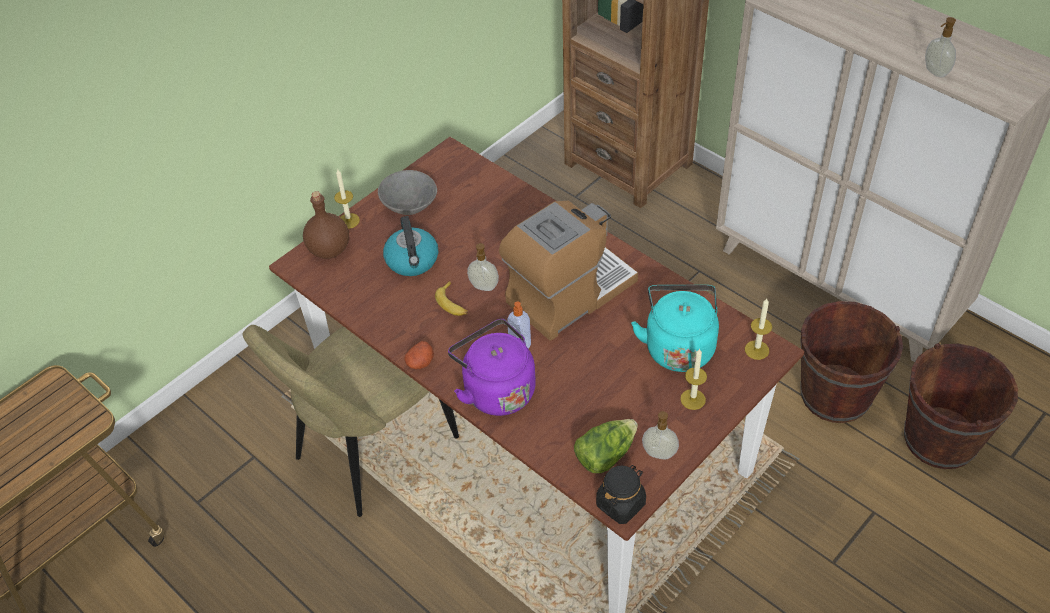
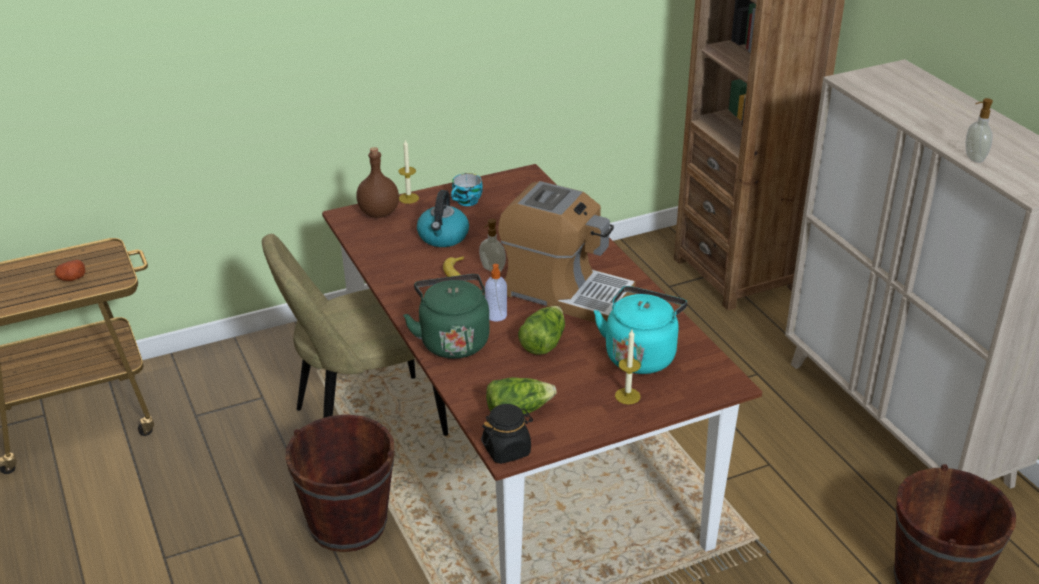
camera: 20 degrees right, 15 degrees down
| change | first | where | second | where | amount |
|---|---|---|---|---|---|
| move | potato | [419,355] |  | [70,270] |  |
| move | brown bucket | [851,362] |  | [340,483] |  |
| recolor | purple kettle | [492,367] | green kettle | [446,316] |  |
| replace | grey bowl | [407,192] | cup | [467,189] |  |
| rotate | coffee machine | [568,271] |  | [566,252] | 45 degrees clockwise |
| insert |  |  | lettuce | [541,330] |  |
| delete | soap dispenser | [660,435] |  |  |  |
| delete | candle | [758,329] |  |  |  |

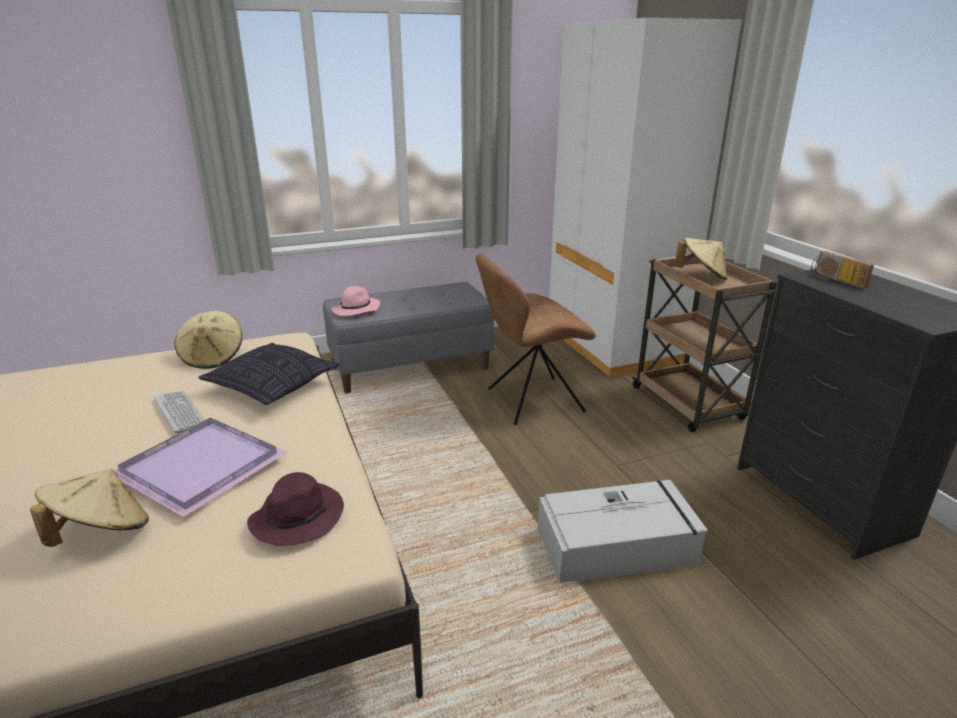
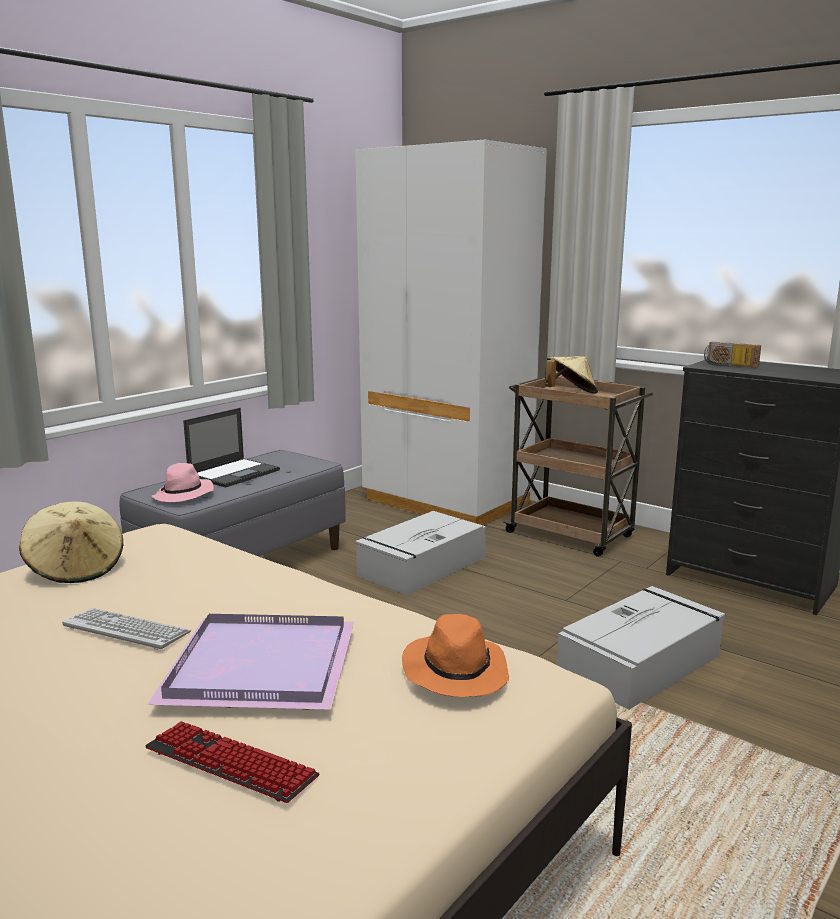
camera: 30 degrees left, 10 degrees down
| change | first | where | second | where | amount |
|---|---|---|---|---|---|
| replace | beige hat | [89,508] | keyboard | [232,762] |  |
| insert |  |  | laptop | [231,448] |  |
| replace | brown chair | [535,339] | grey storage box | [420,553] |  |
| recolor | purple hat | [295,509] | orange hat | [455,655] |  |
| delete | pillow | [269,374] |  |  |  |

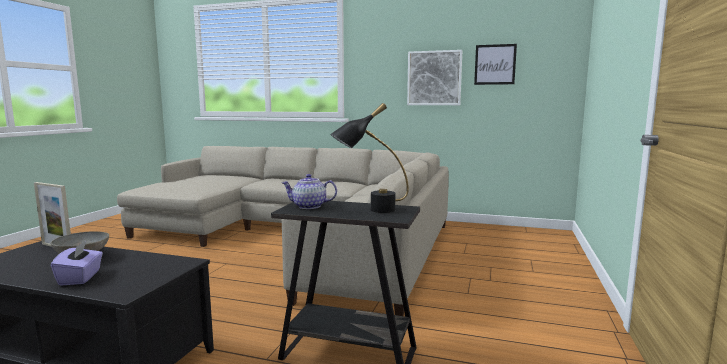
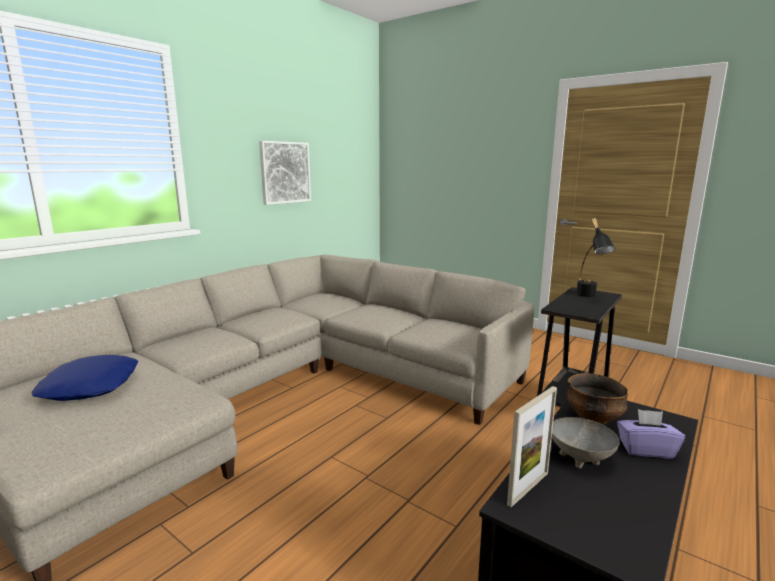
camera: 70 degrees left, 5 degrees up
| change | first | where | second | where | amount |
|---|---|---|---|---|---|
| insert |  |  | blue pillow | [85,378] |  |
| insert |  |  | bowl | [597,399] |  |
| delete | teapot | [309,191] |  |  |  |
| delete | picture | [495,64] |  |  |  |

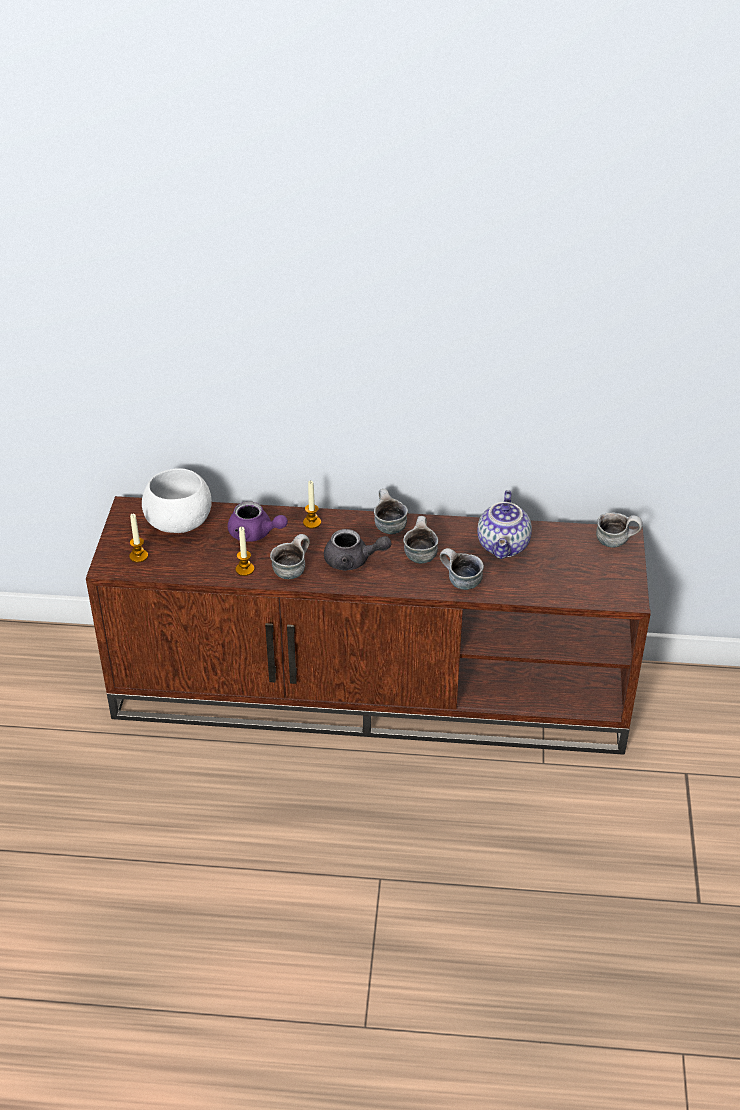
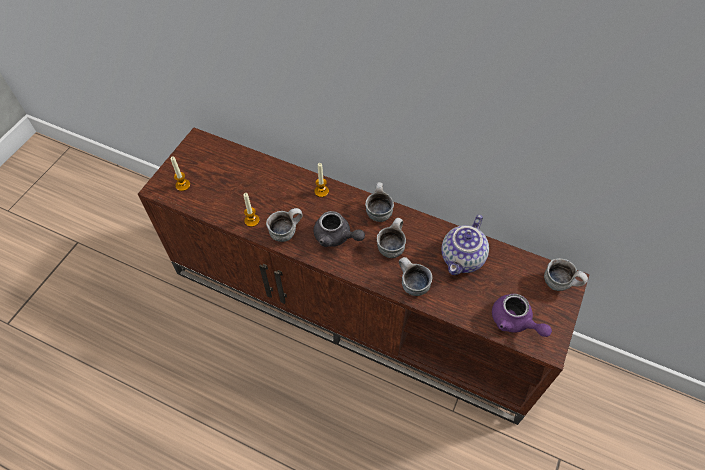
camera: 20 degrees right, 15 degrees up
| change | first | where | second | where | amount |
|---|---|---|---|---|---|
| move | purple teapot | [258,521] |  | [522,315] |  |
| delete | white bowl | [177,500] |  |  |  |

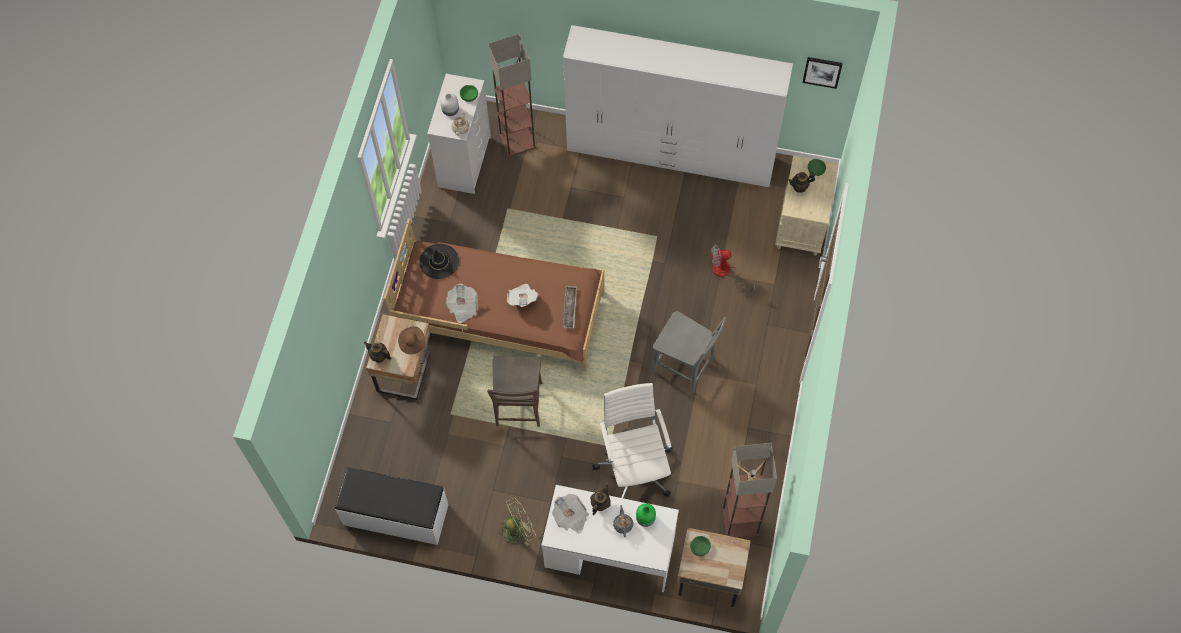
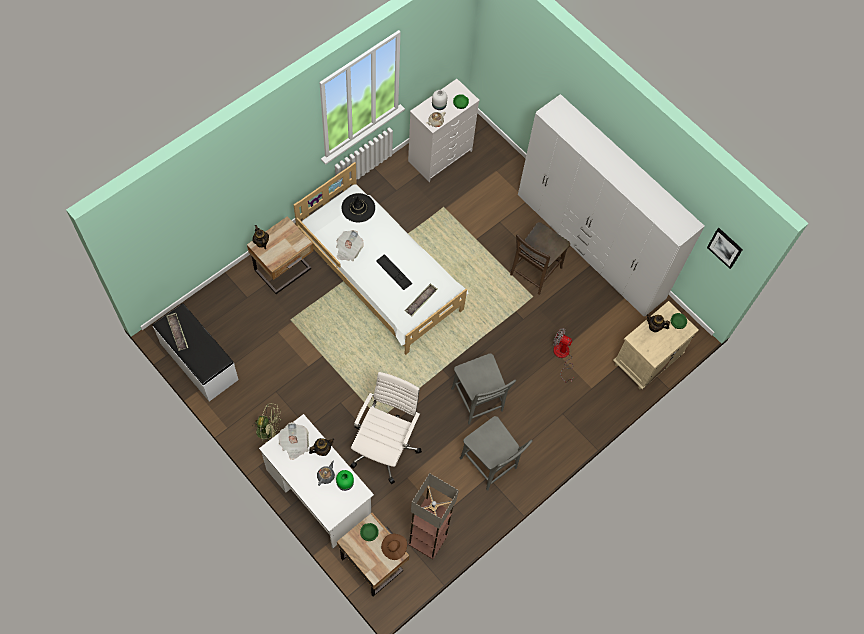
camera: 30 degrees right, 0 degrees up
| change | first | where | second | where | amount |
|---|---|---|---|---|---|
| insert |  |  | tray | [177,332] |  |
| recolor | brown bed | [493,294] | white bed | [381,258] |  |
| replace | newspaper | [522,295] | keyboard | [394,272] |  |
| move | brown hat | [411,340] |  | [394,547] |  |
| insert |  |  | grey chair | [496,453] |  |
| move | brown chair | [514,391] |  | [540,258] |  |
| delete | floor lamp | [512,95] |  |  |  |

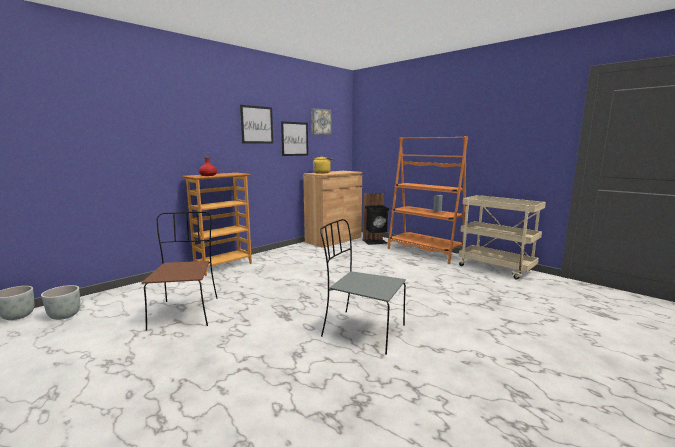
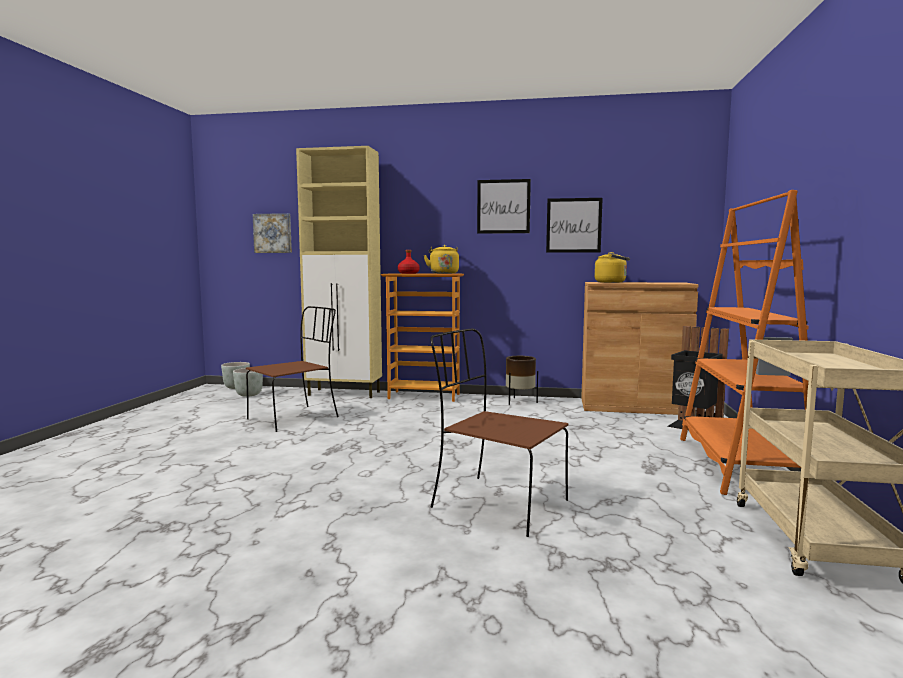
camera: 55 degrees right, 5 degrees down
| change | first | where | second | where | amount |
|---|---|---|---|---|---|
| move | picture | [321,121] |  | [272,233] |  |
| insert |  |  | beige cabinet | [339,272] |  |
| insert |  |  | yellow kettle | [441,259] |  |
| insert |  |  | brown chair | [499,432] |  |
| insert |  |  | brown planter | [522,380] |  |
| delete | grey chair | [363,287] |  |  |  |

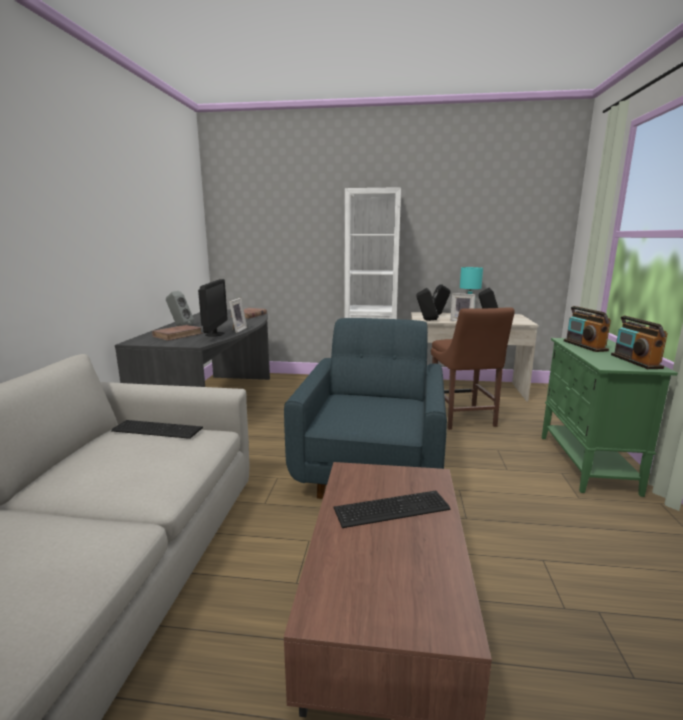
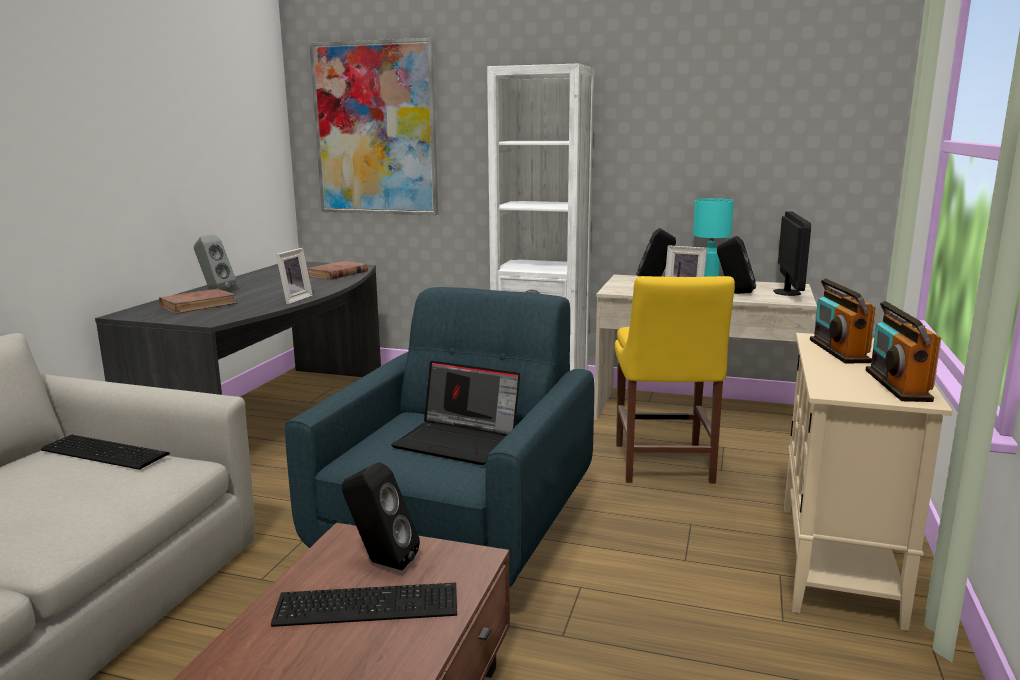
camera: 10 degrees right, 0 degrees up
| change | first | where | second | where | amount |
|---|---|---|---|---|---|
| insert |  |  | picture | [373,126] |  |
| move | black speaker | [427,304] |  | [381,516] |  |
| insert |  |  | laptop | [455,413] |  |
| recolor | brown chair | [473,368] | yellow chair | [675,379] |  |
| move | monitor | [212,308] |  | [792,253] |  |
| recolor | green cabinet | [610,417] | beige cabinet | [868,482] |  |

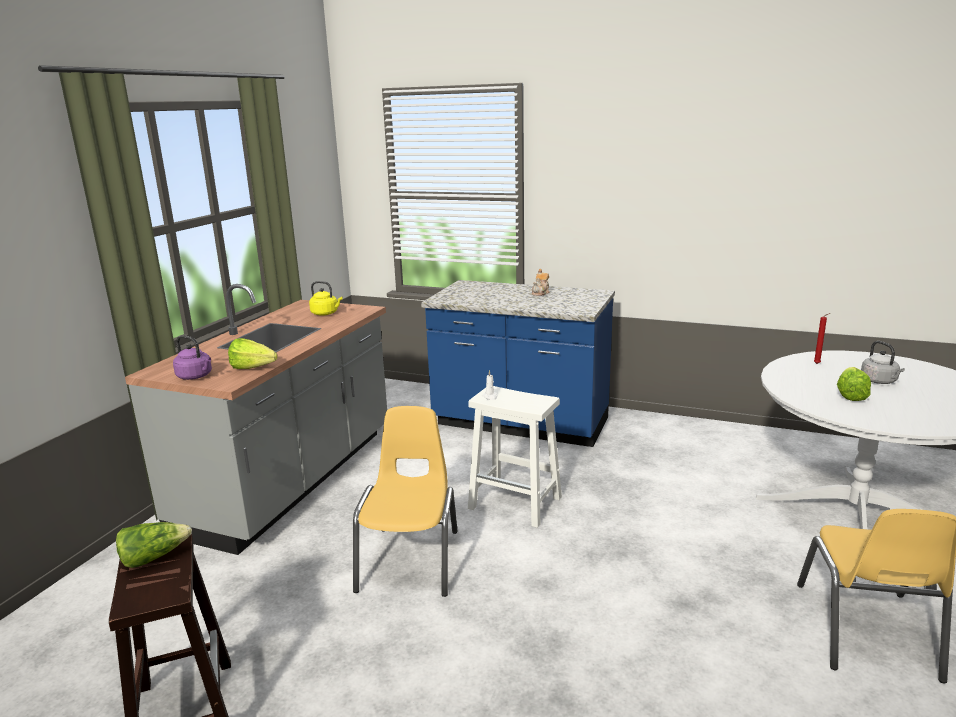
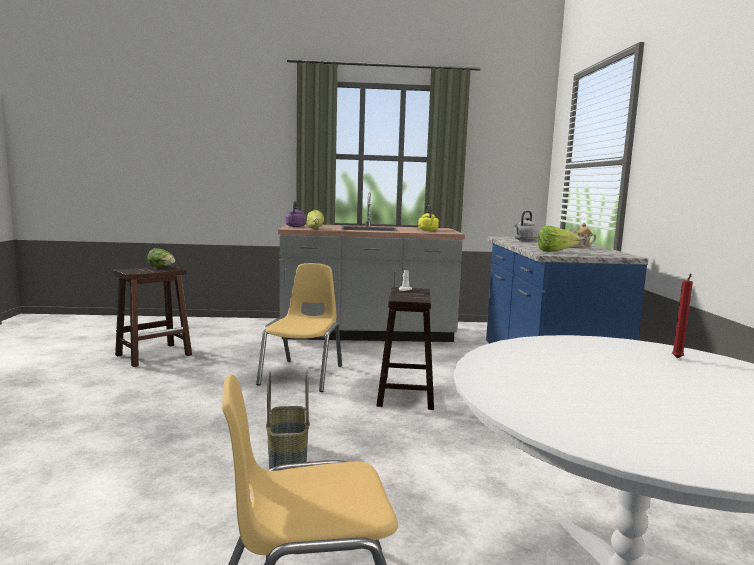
camera: 65 degrees right, 10 degrees down
| change | first | where | second | where | amount |
|---|---|---|---|---|---|
| rotate | yellow chair | [405,501] |  | [299,327] | 60 degrees counterclockwise |
| insert |  |  | basket | [287,419] |  |
| recolor | white stool | [515,457] | brown stool | [405,348] |  |
| move | grey kettle | [883,362] |  | [526,226] |  |
| move | lettuce | [854,384] |  | [559,239] |  |

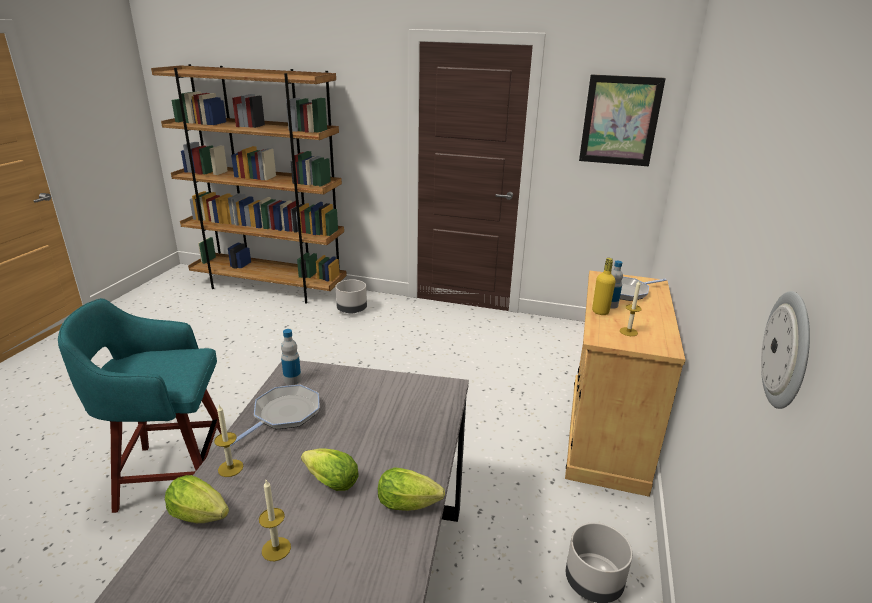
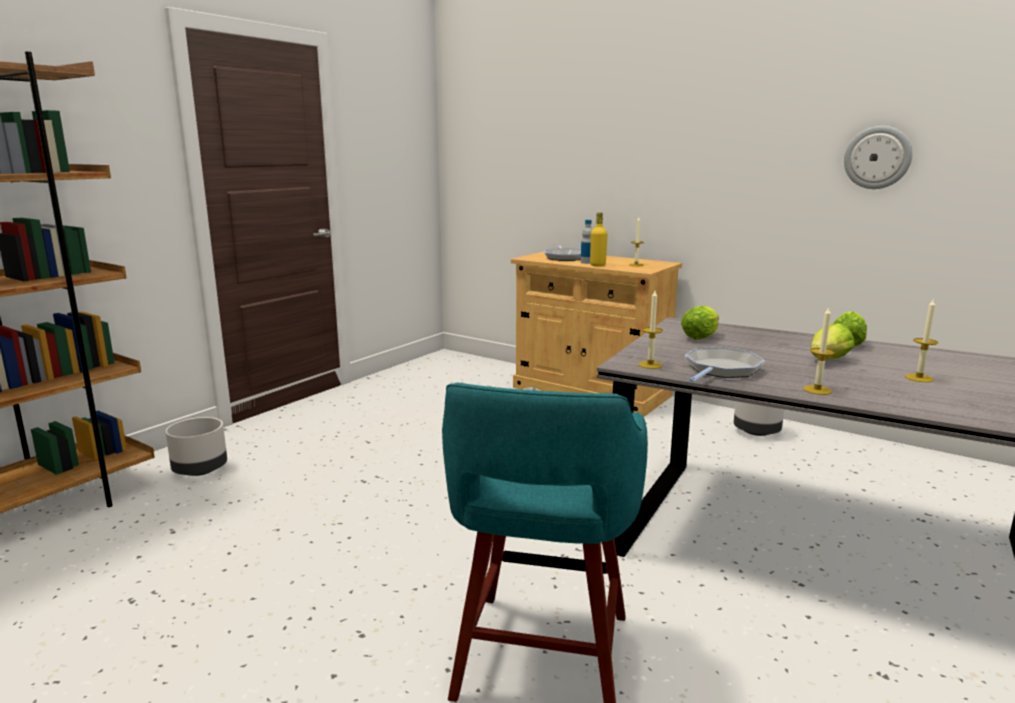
camera: 70 degrees left, 10 degrees down
| change | first | where | second | where | amount |
|---|---|---|---|---|---|
| replace | bottle | [291,357] | candle | [650,330] |  |
| move | lettuce | [197,499] |  | [700,323] |  |
| rotate | frying pan | [274,416] |  | [725,364] | 75 degrees clockwise |
| delete | picture | [622,120] |  |  |  |

